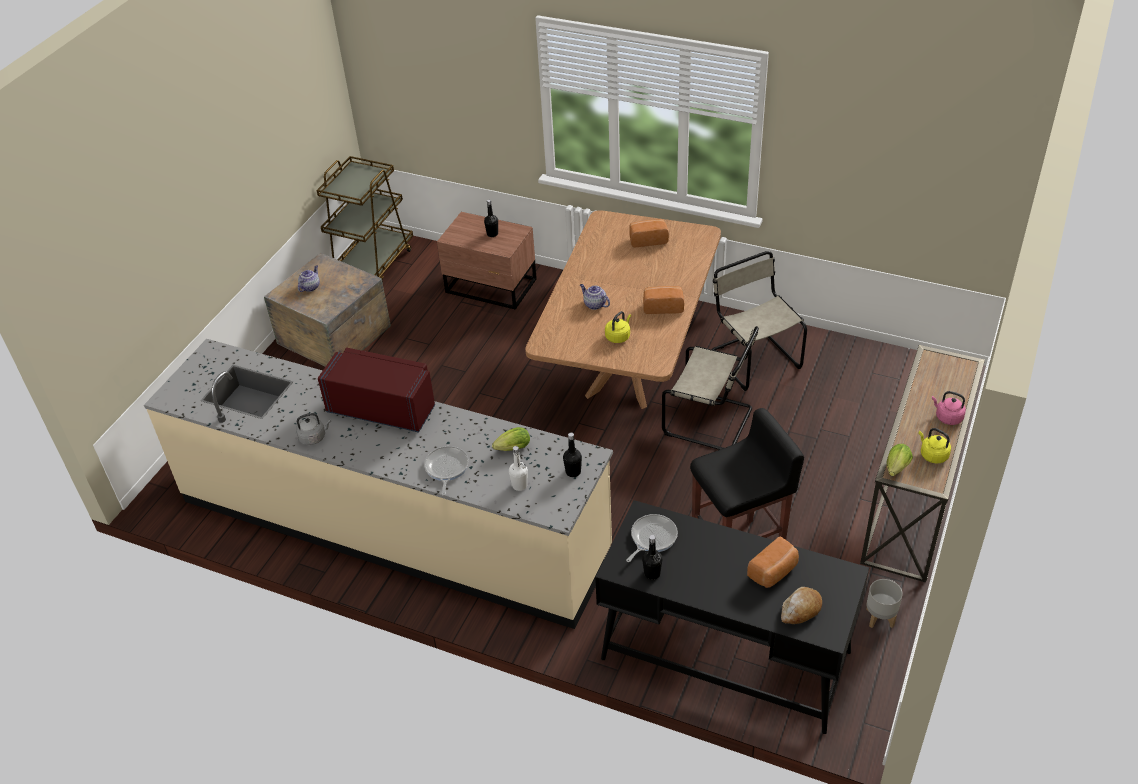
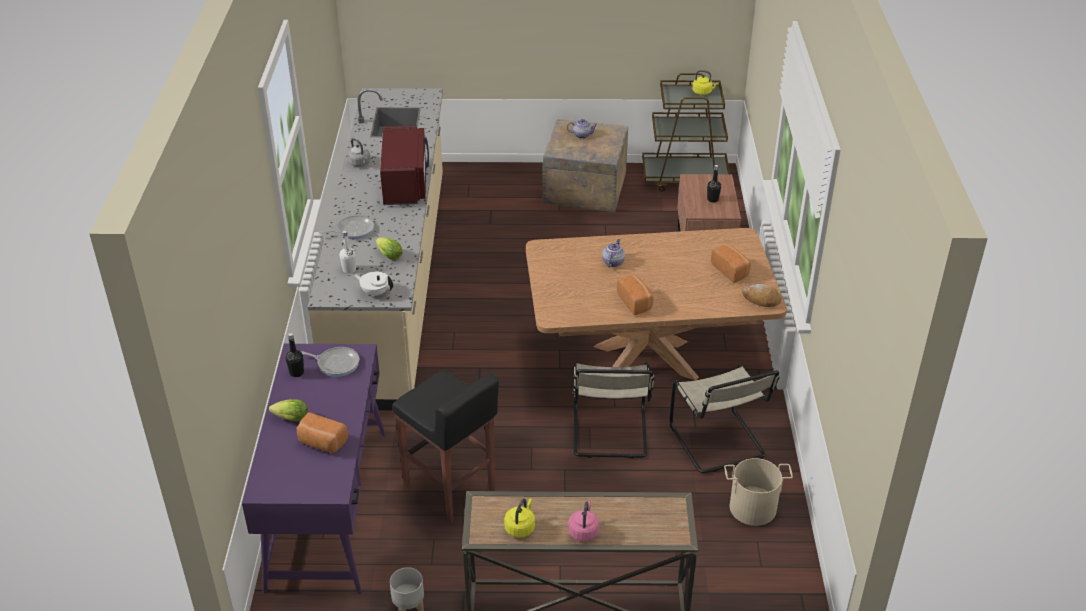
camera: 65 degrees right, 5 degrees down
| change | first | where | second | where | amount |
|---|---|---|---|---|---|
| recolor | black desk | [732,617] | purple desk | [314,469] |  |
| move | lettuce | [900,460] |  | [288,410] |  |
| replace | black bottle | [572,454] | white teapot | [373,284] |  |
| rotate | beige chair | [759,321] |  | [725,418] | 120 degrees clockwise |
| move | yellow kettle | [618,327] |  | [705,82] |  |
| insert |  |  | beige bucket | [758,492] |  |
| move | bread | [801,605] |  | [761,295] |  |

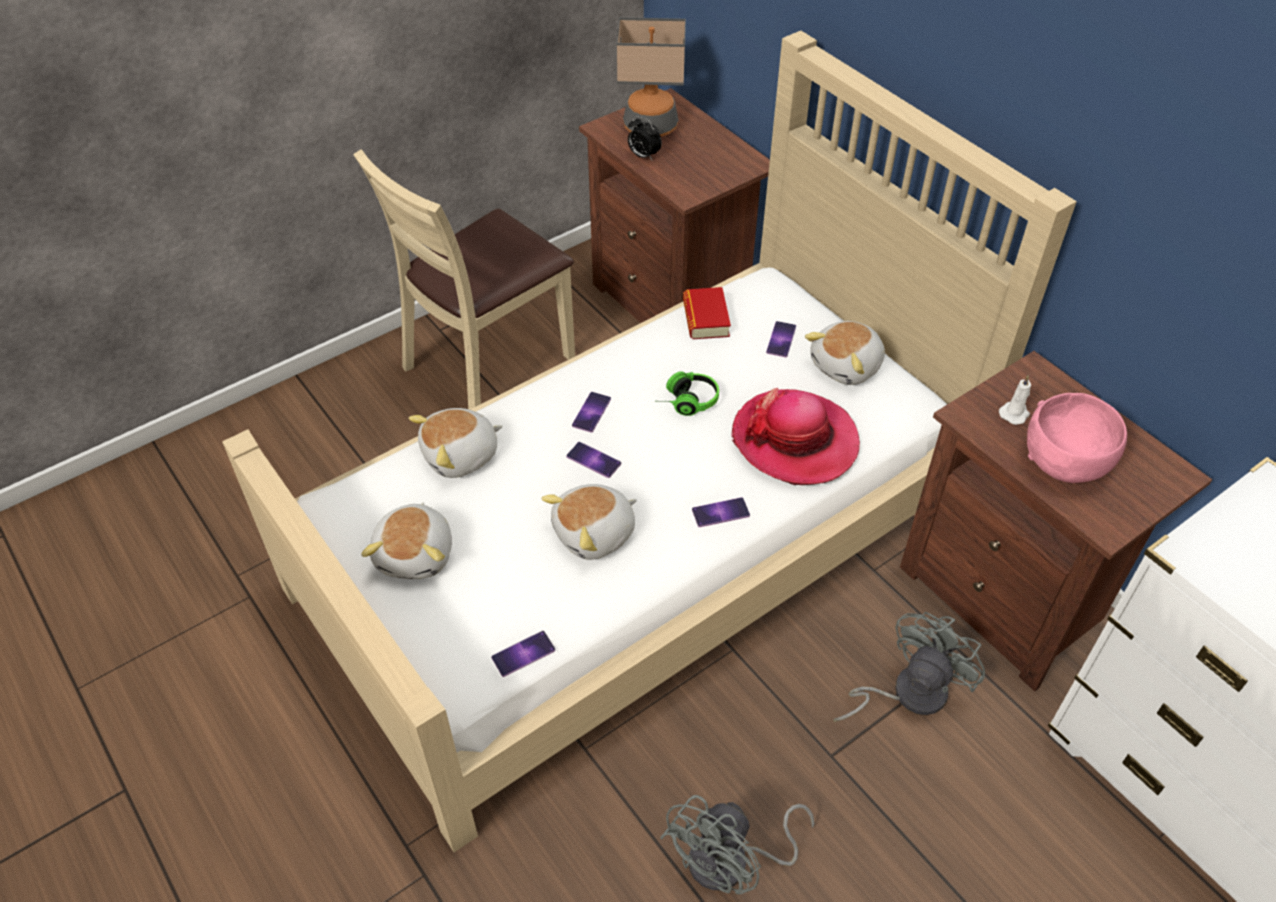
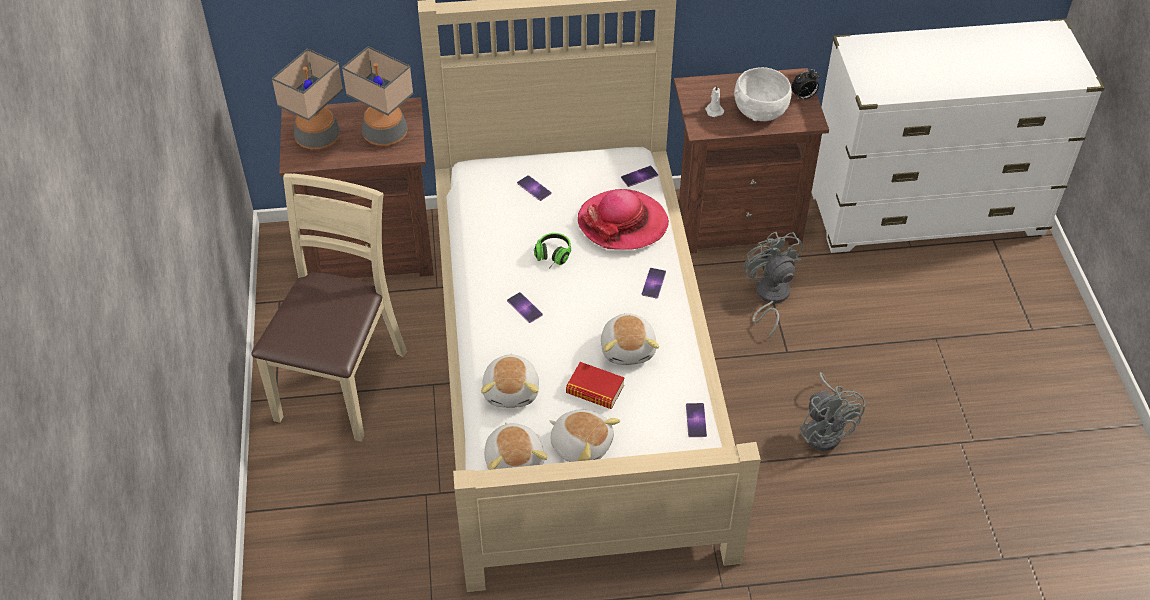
camera: 60 degrees left, 0 degrees up
| change | first | where | second | where | amount |
|---|---|---|---|---|---|
| rotate | beige chair | [464,279] |  | [329,308] | 150 degrees counterclockwise |
| insert |  |  | table lamp | [378,96] |  |
| move | plush toy | [845,353] |  | [516,446] |  |
| move | book | [707,313] |  | [595,385] |  |
| move | phone | [593,460] |  | [639,176] |  |
| recolor | pink bowl | [1077,438] | white bowl | [763,94] |  |
| move | alarm clock | [645,138] |  | [805,84] |  |

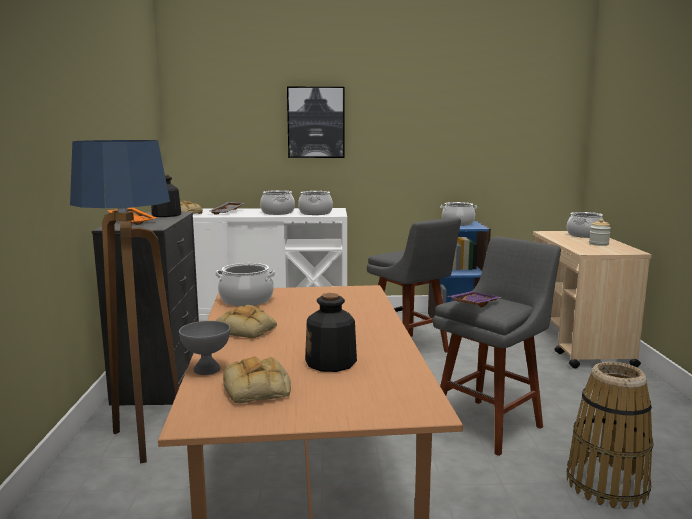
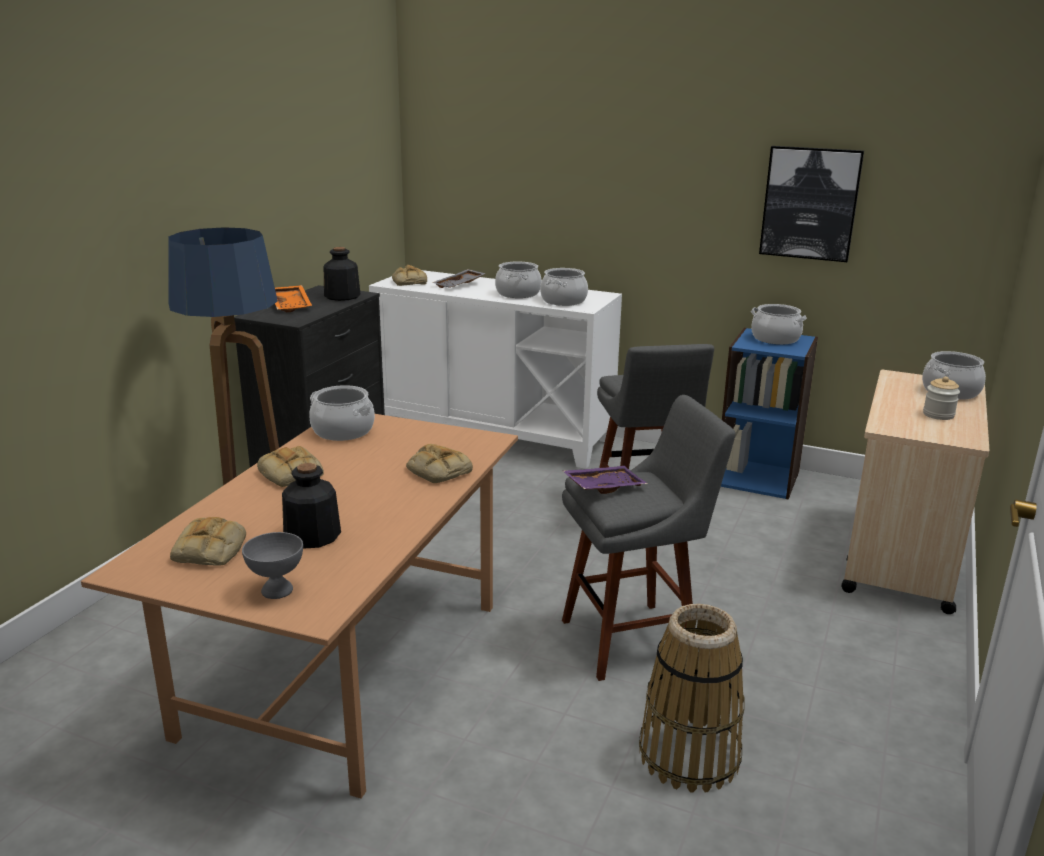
camera: 25 degrees right, 10 degrees up
| change | first | where | second | where | amount |
|---|---|---|---|---|---|
| move | grey bowl | [205,348] |  | [272,565] |  |
| insert |  |  | bread | [439,463] |  |
| move | picture | [315,122] |  | [811,204] |  |

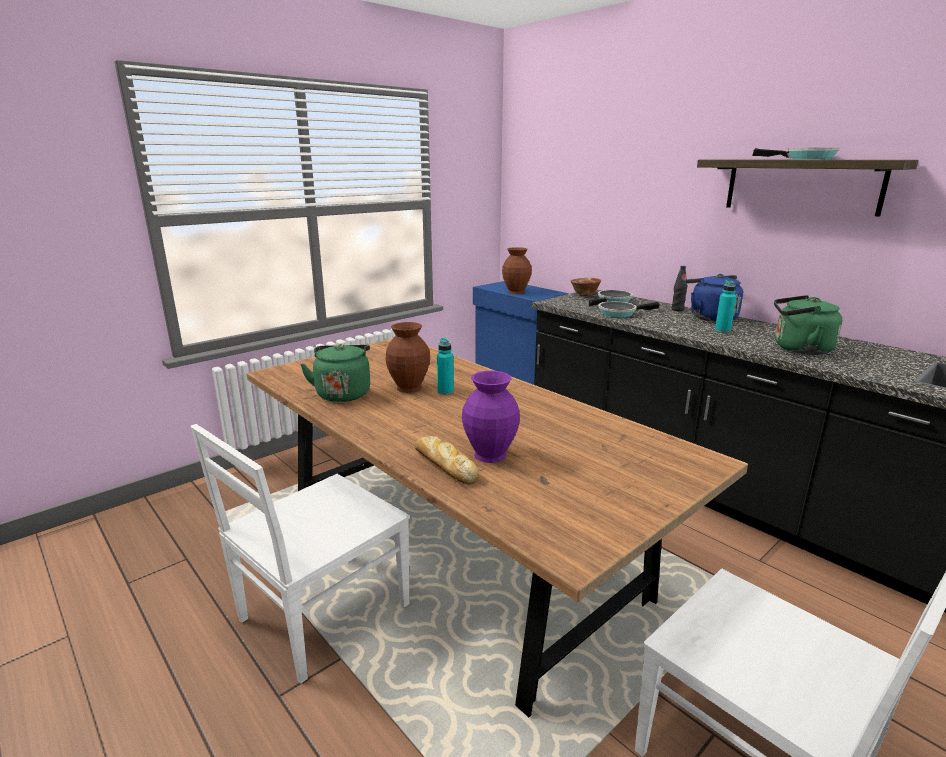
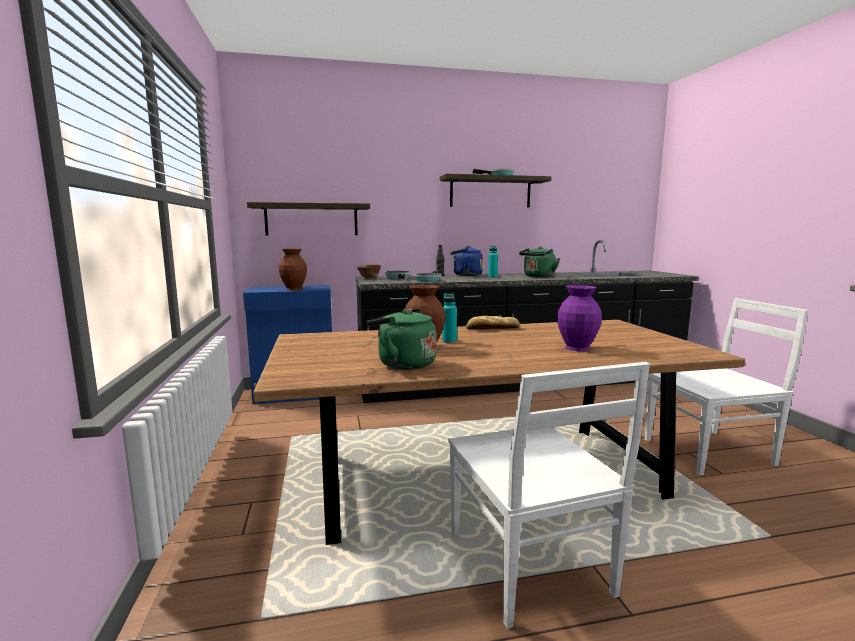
camera: 60 degrees left, 10 degrees down
| change | first | where | second | where | amount |
|---|---|---|---|---|---|
| insert |  |  | shelf | [308,218] |  |
| move | bread | [447,460] |  | [493,322] |  |

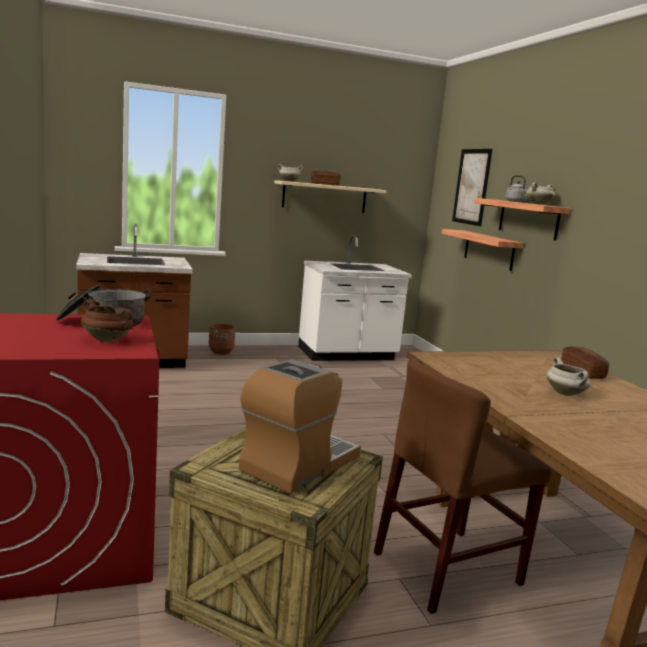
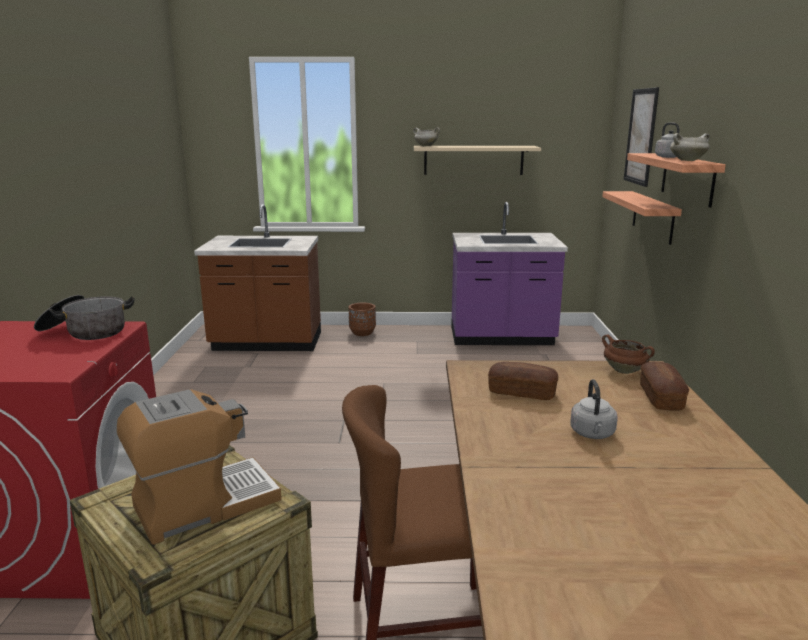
camera: 20 degrees right, 5 degrees up
| change | first | where | second | where | amount |
|---|---|---|---|---|---|
| recolor | white counter | [355,298] | purple counter | [509,273] |  |
| move | bread | [326,178] |  | [523,381] |  |
| replace | white cooking pot | [568,377] | grey kettle | [594,409] |  |
| move | brown cooking pot | [107,320] |  | [628,354] |  |

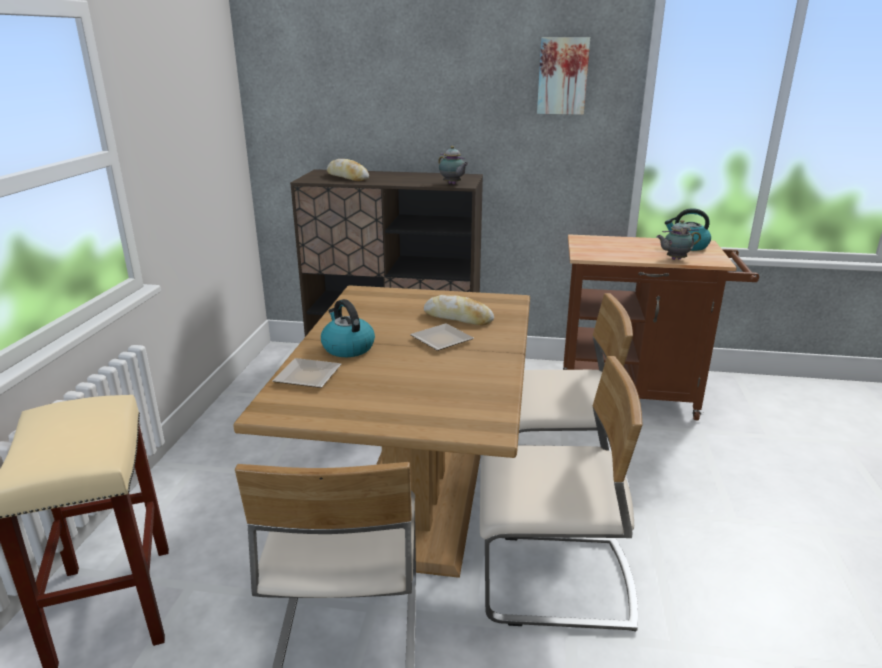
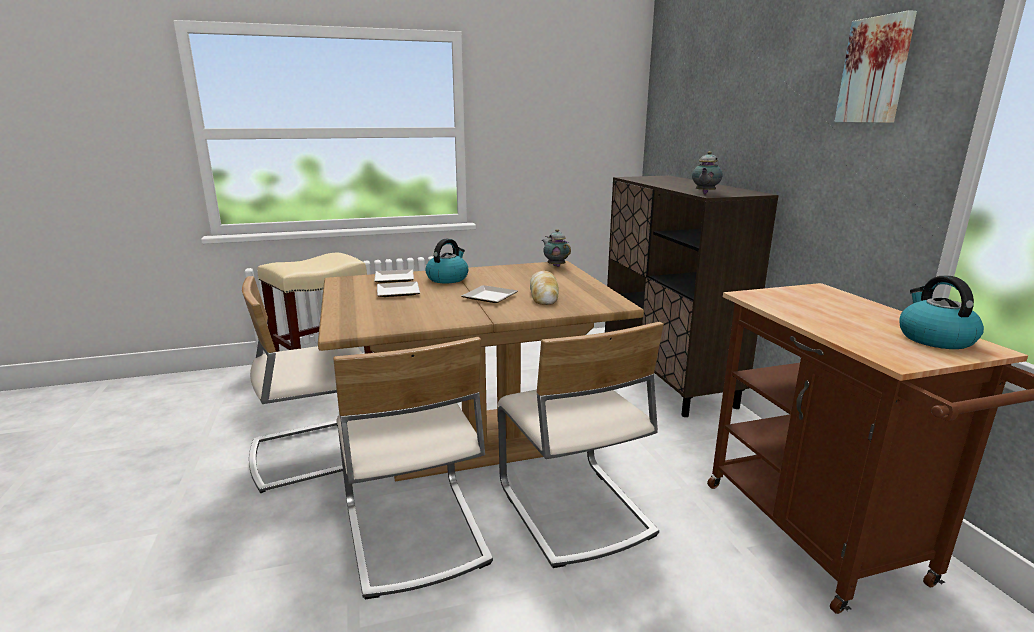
camera: 65 degrees right, 5 degrees down
| change | first | where | second | where | amount |
|---|---|---|---|---|---|
| insert |  |  | plate | [398,289] |  |
| move | teapot | [678,240] |  | [556,248] |  |
| delete | bread | [348,170] |  |  |  |

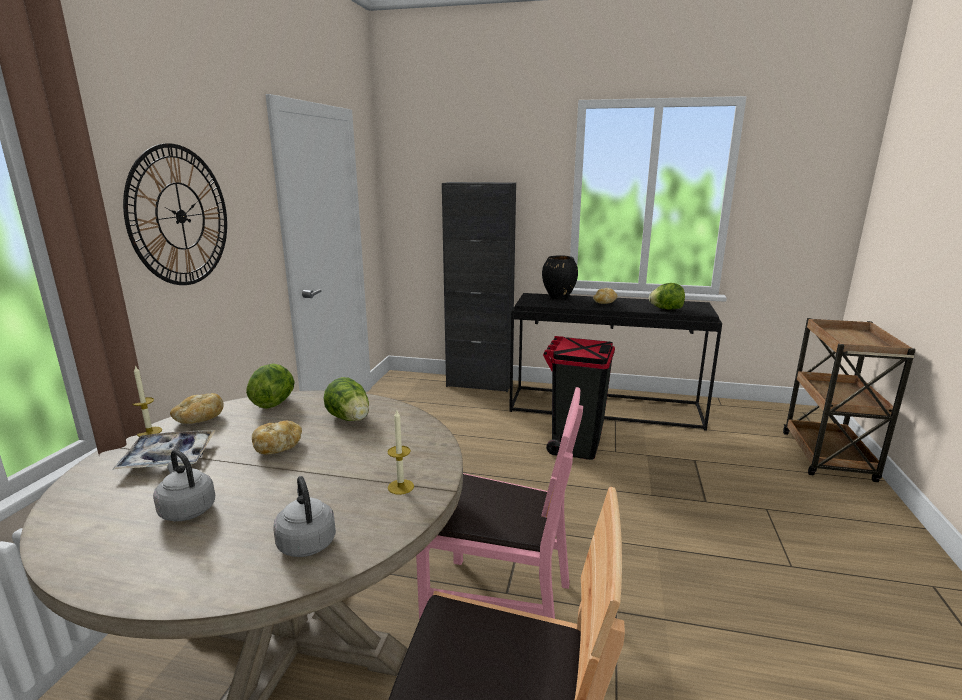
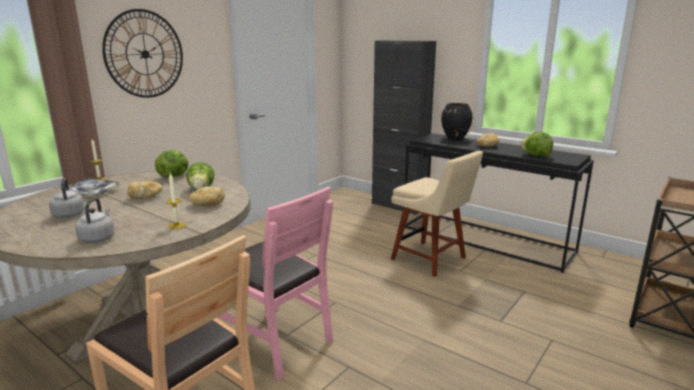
camera: 25 degrees right, 0 degrees up
| change | first | where | second | where | amount |
|---|---|---|---|---|---|
| move | bread | [197,408] |  | [207,196] |  |
| replace | black trash can | [579,398] | beige chair | [437,214] |  |

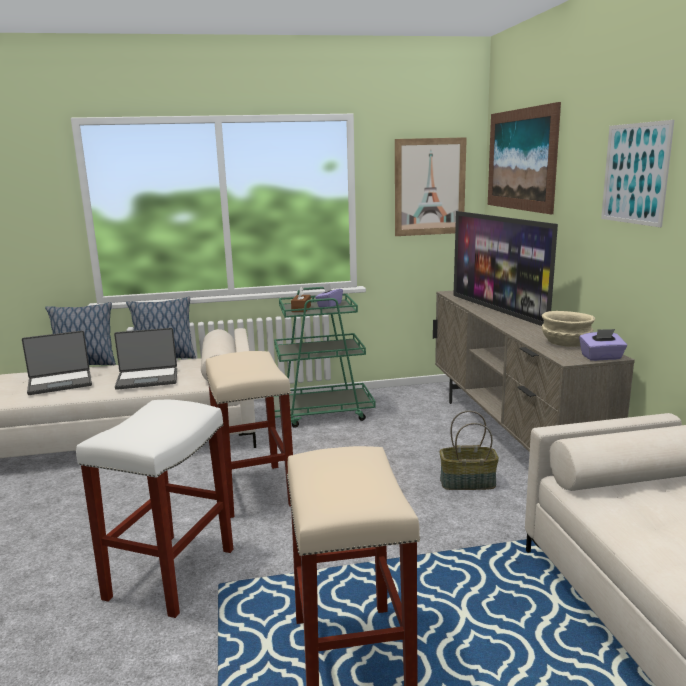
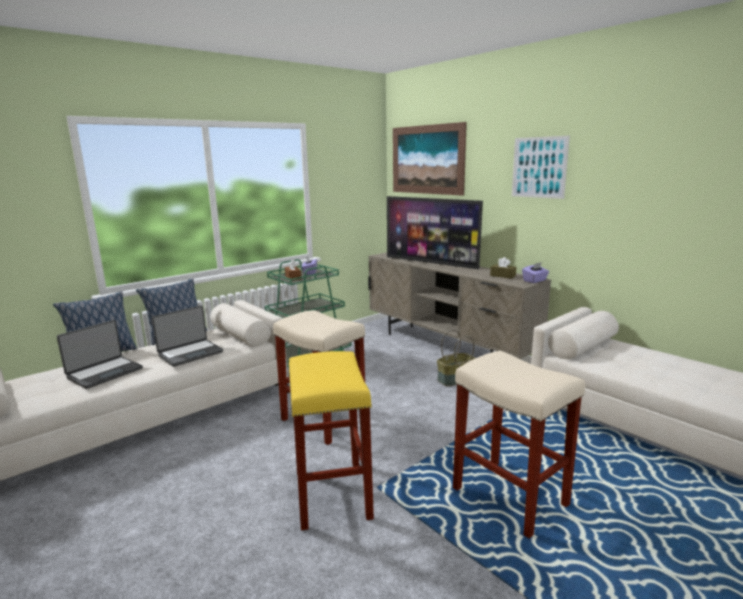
camera: 30 degrees left, 0 degrees up
| change | first | where | second | where | amount |
|---|---|---|---|---|---|
| recolor | white stool | [154,509] | yellow stool | [331,440] |  |
| replace | beige bowl | [568,329] | brown tissue box | [503,268] |  |
| delete | picture | [431,186] |  |  |  |

